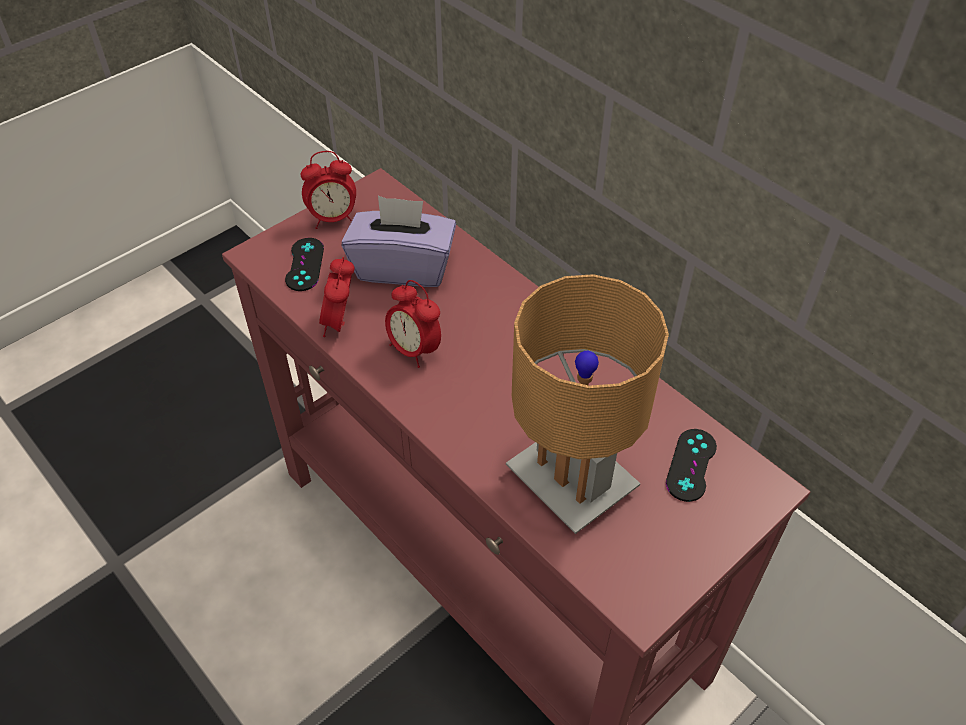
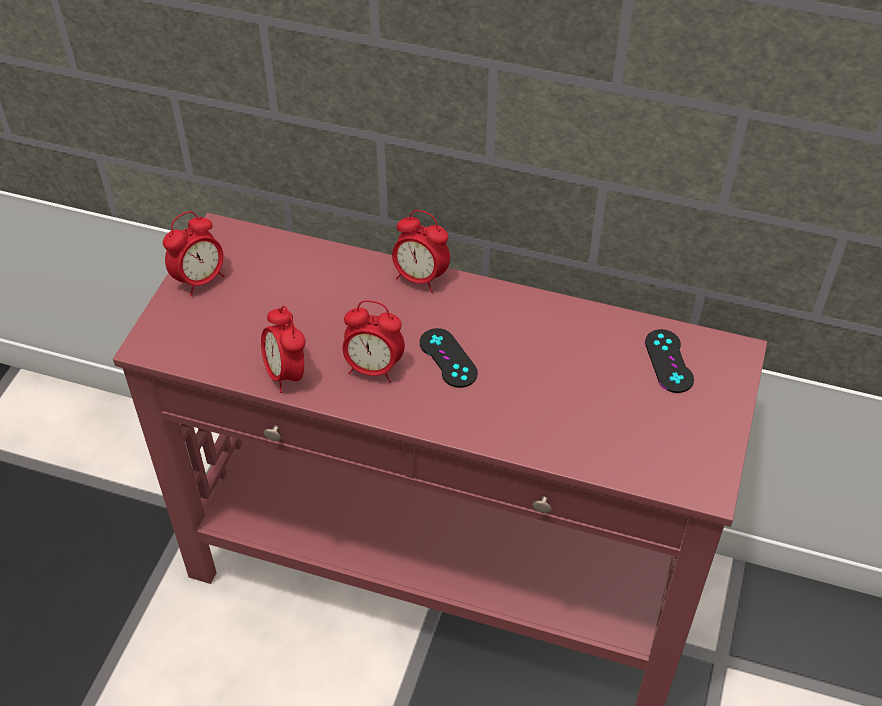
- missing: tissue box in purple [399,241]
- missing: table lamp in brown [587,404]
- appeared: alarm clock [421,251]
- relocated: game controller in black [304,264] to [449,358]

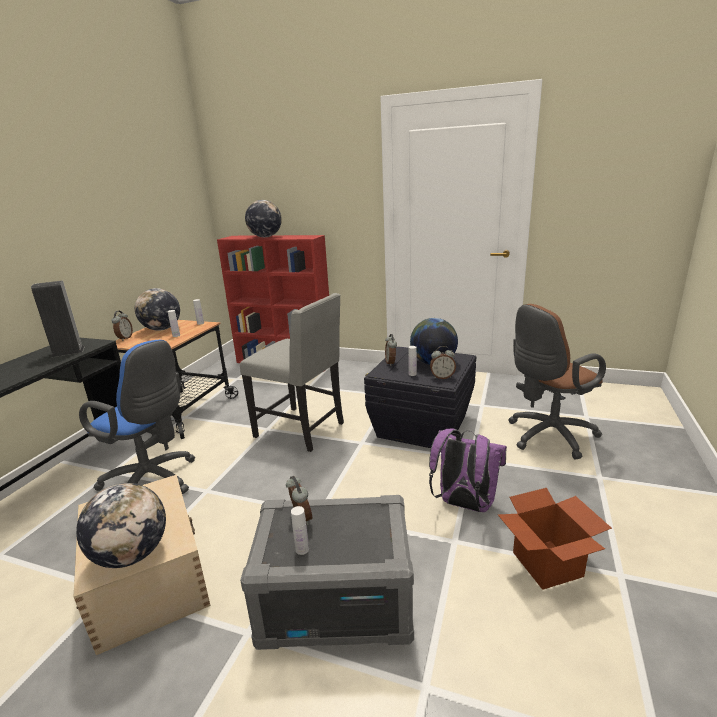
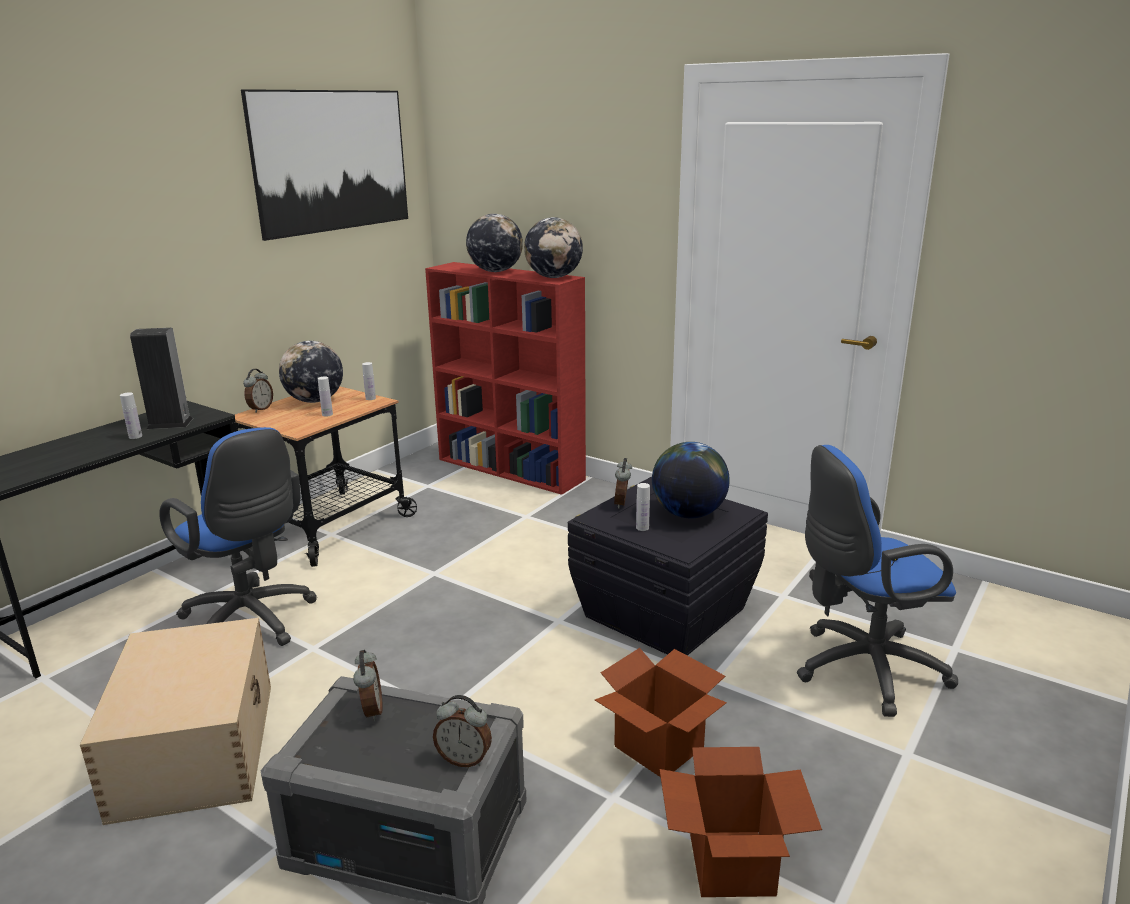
- missing: chair in grey [292,372]
- appeared: picture [324,165]
- relocated: globe [121,525] to [553,247]
- relocated: bottle in white [300,530] to [131,415]
- relocated: alarm clock [443,362] to [462,731]
- exchanged: backpack in purple [468,470] to cardboard box [661,712]
- colour: office chair in brown [557,381] to office chair in blue [877,581]

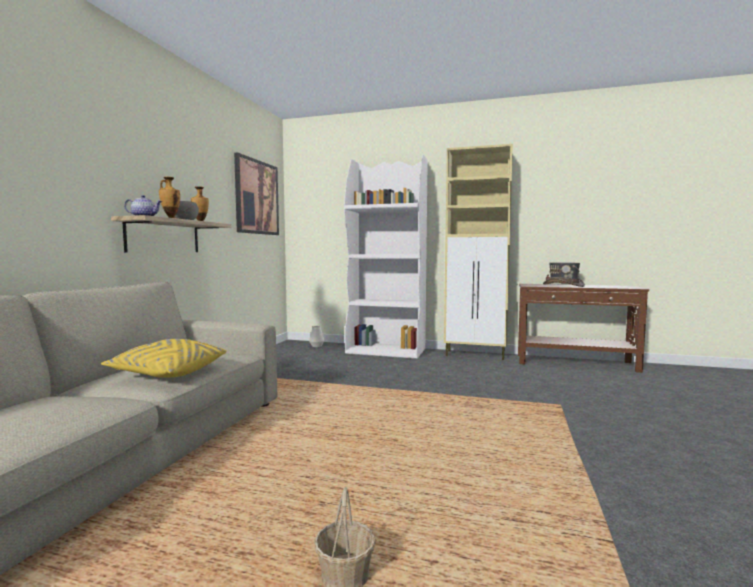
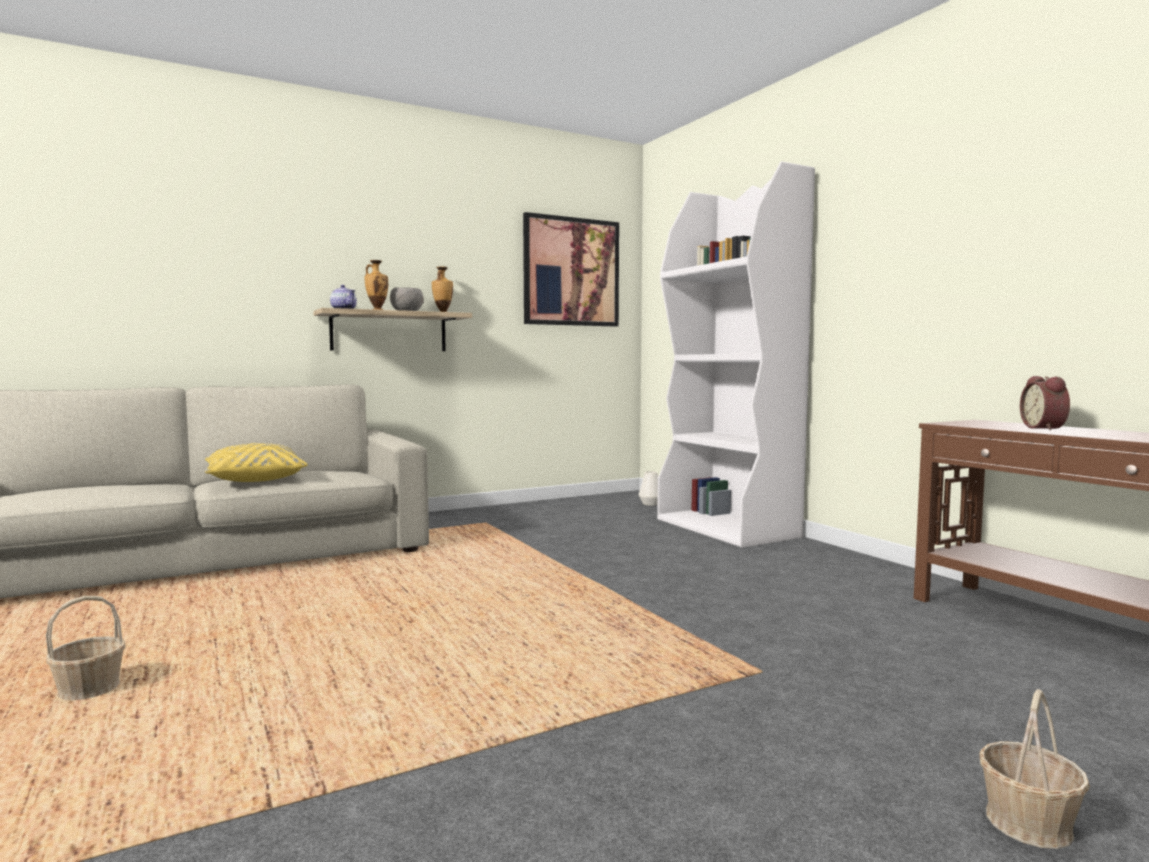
- missing: cabinet in beige [478,252]
- appeared: basket [1034,769]
- exchanged: hat in grey [564,274] to alarm clock [1045,403]

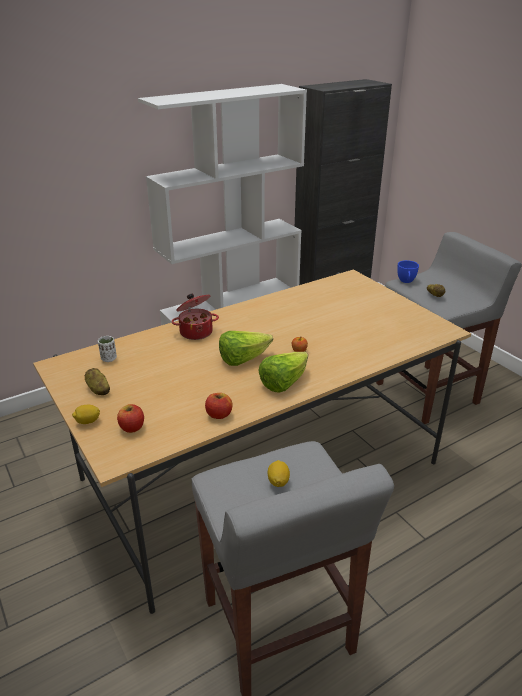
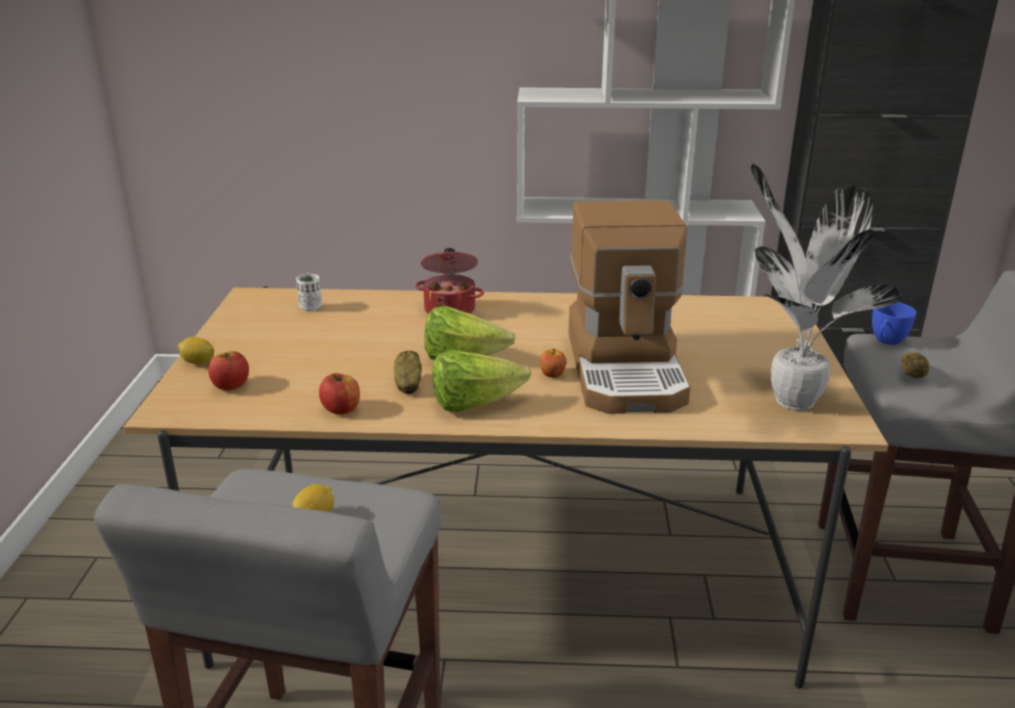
- appeared: coffee machine [629,307]
- appeared: potted plant [825,287]
- relocated: potato [97,381] to [408,372]

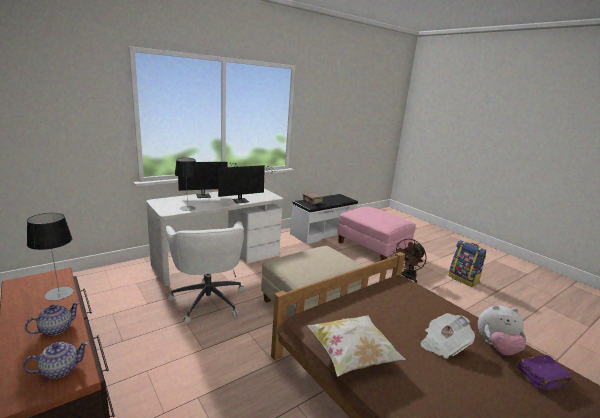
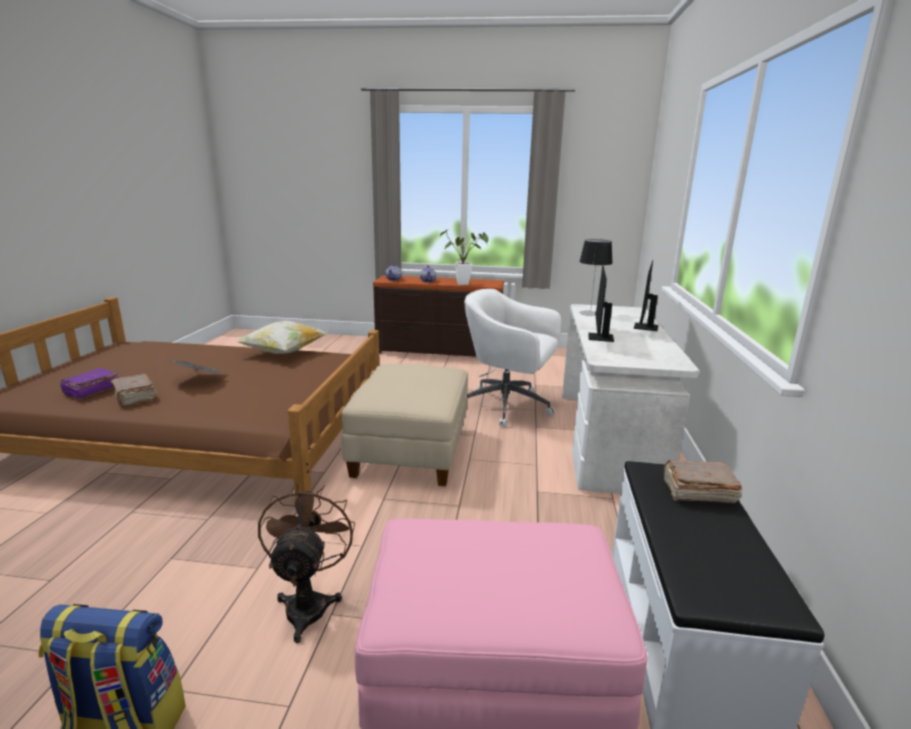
- exchanged: table lamp [50,257] to potted plant [464,257]
- exchanged: plush toy [502,330] to book in brown [133,390]

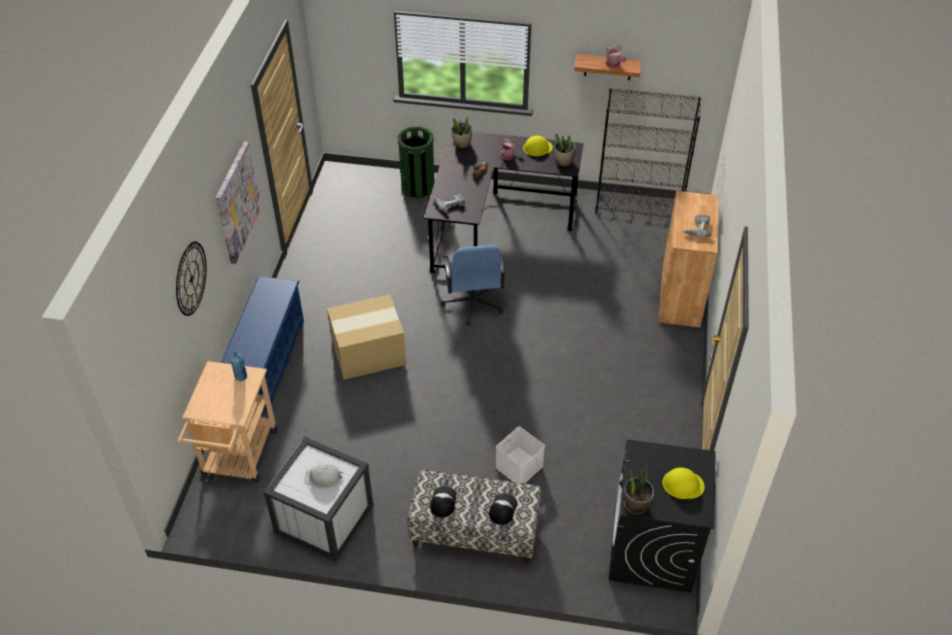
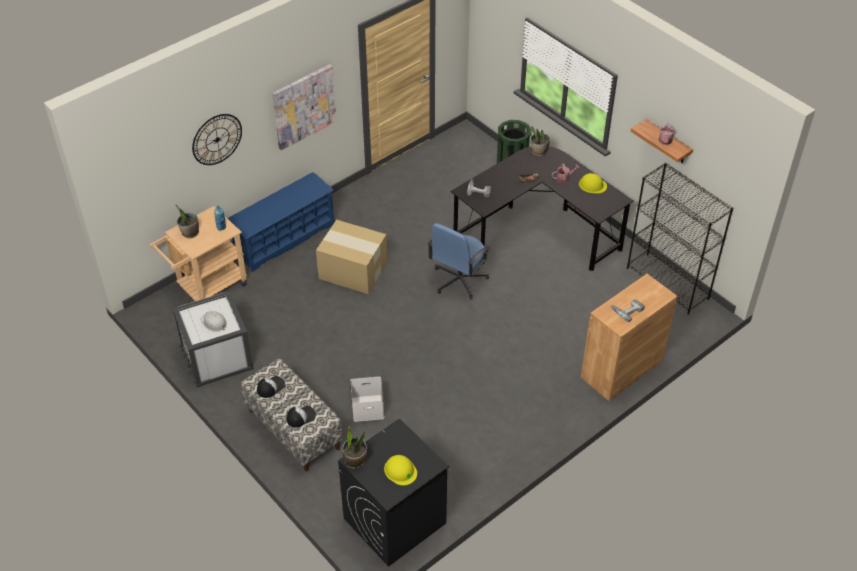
- relocated: potted plant [565,150] to [187,221]

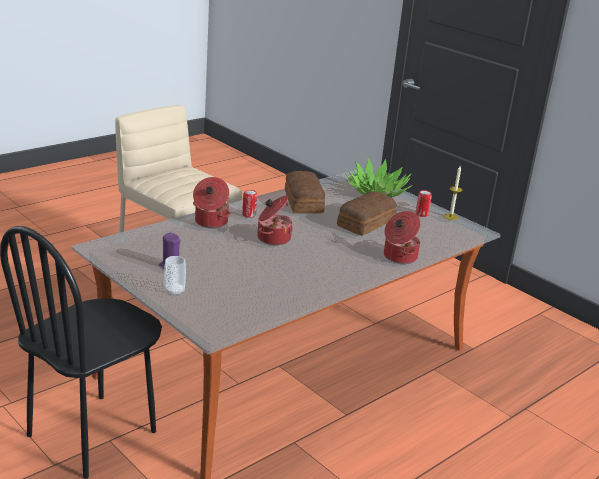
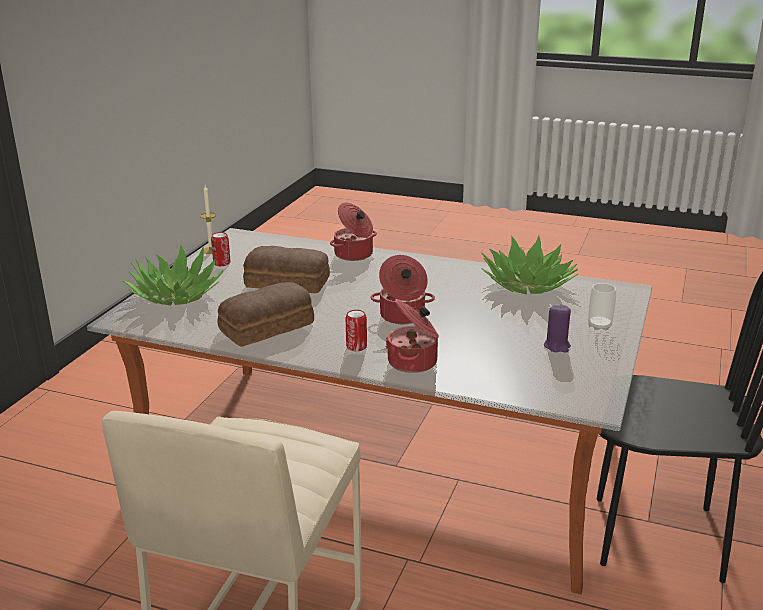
- appeared: potted plant [529,265]

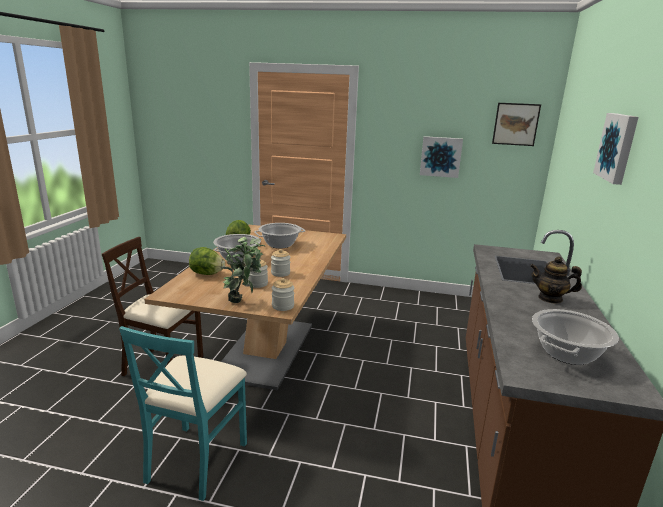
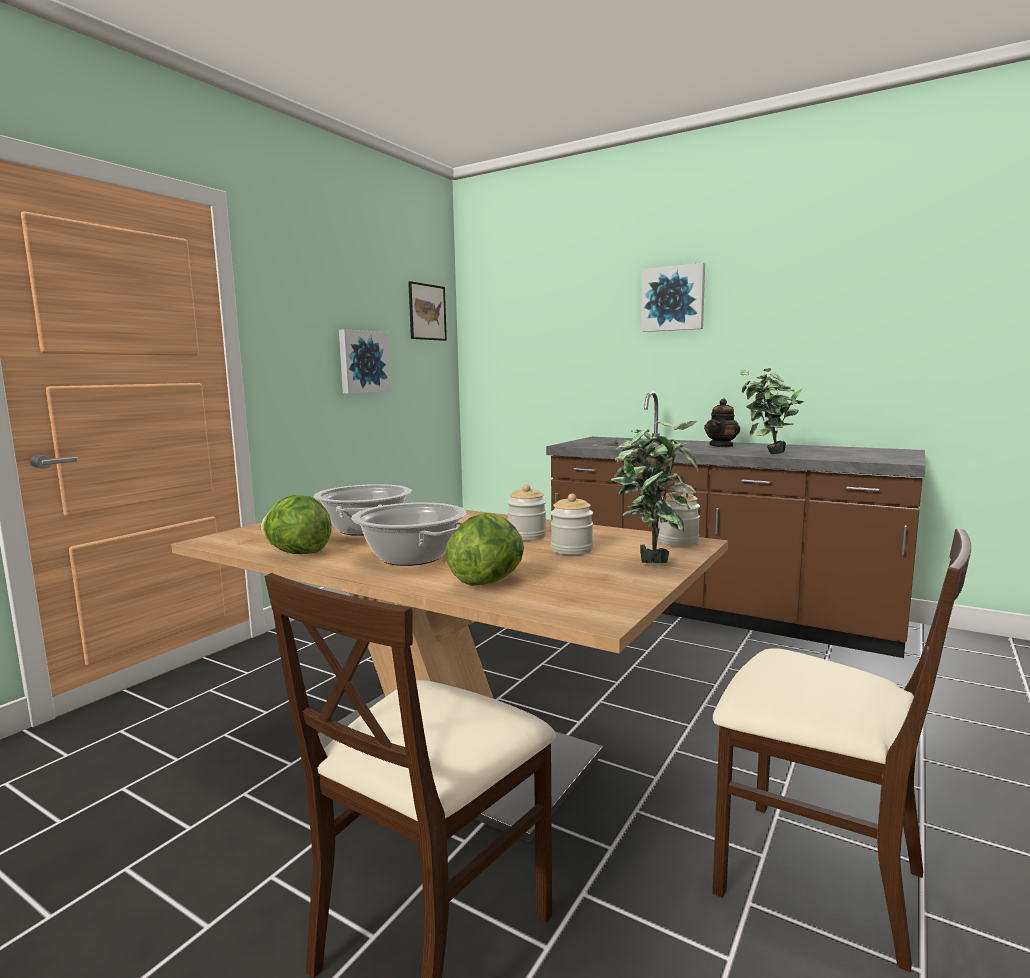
- missing: cooking pot [575,337]
- appeared: potted plant [772,411]
- colour: chair in turquoise [183,413] to chair in beige [841,750]

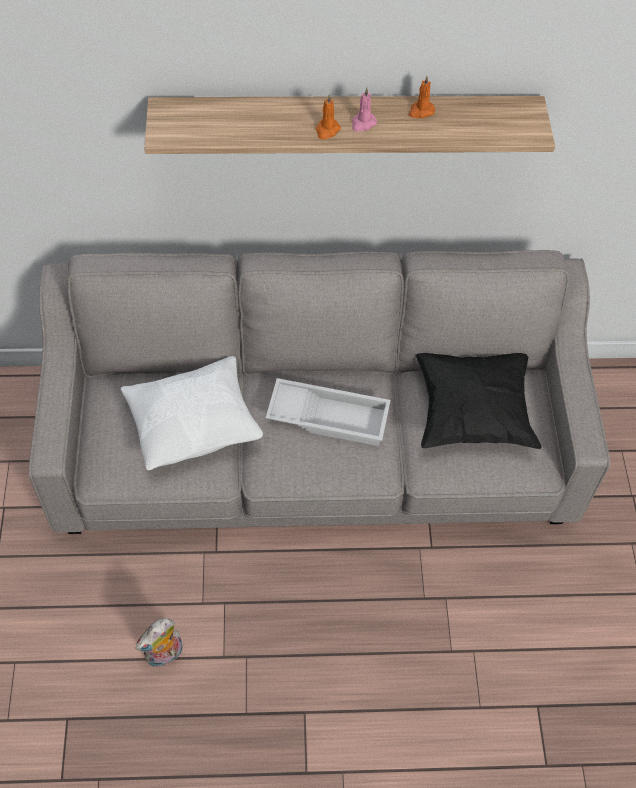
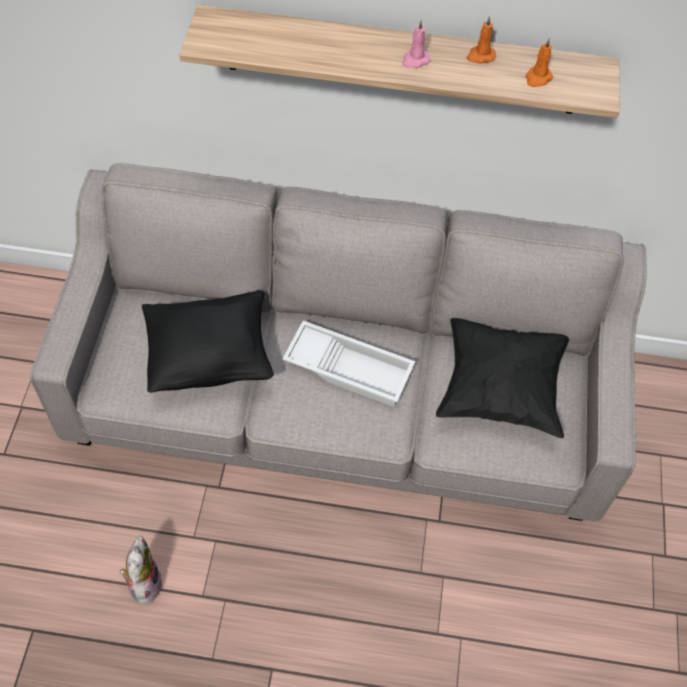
- relocated: candle in orange [328,117] to [539,62]
- colour: pillow in white [192,413] to pillow in black [208,341]
- spun: plush toy [159,642] = [141,571] 120 degrees clockwise

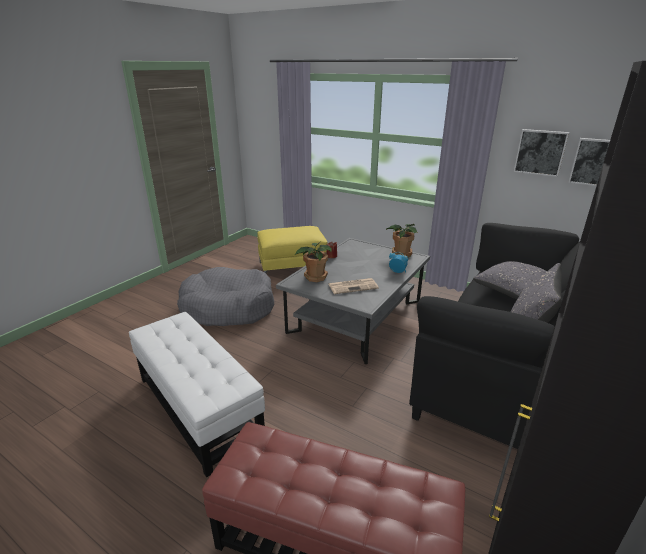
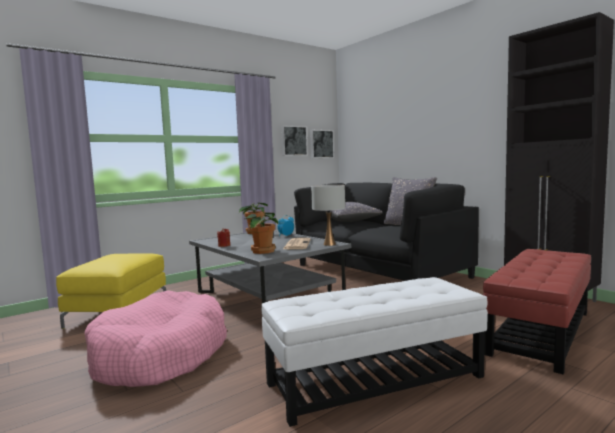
- appeared: table lamp in white [328,215]
- colour: dog bed in grey [225,296] to dog bed in pink [156,338]

